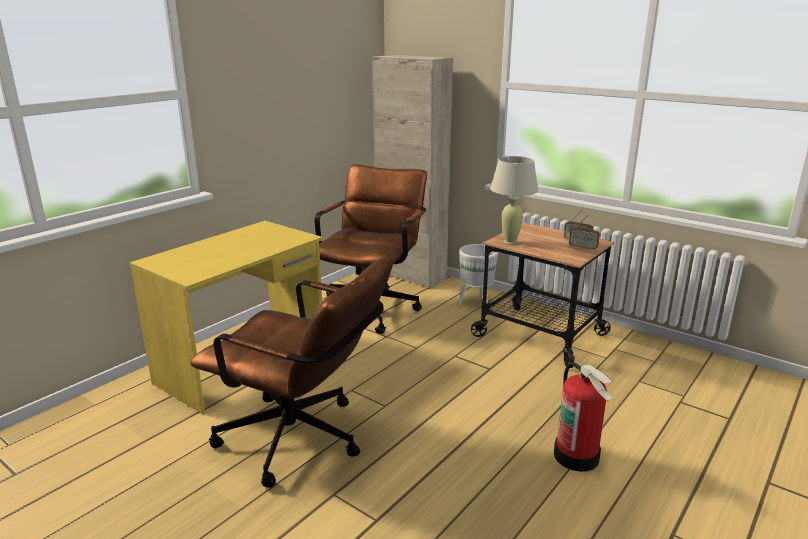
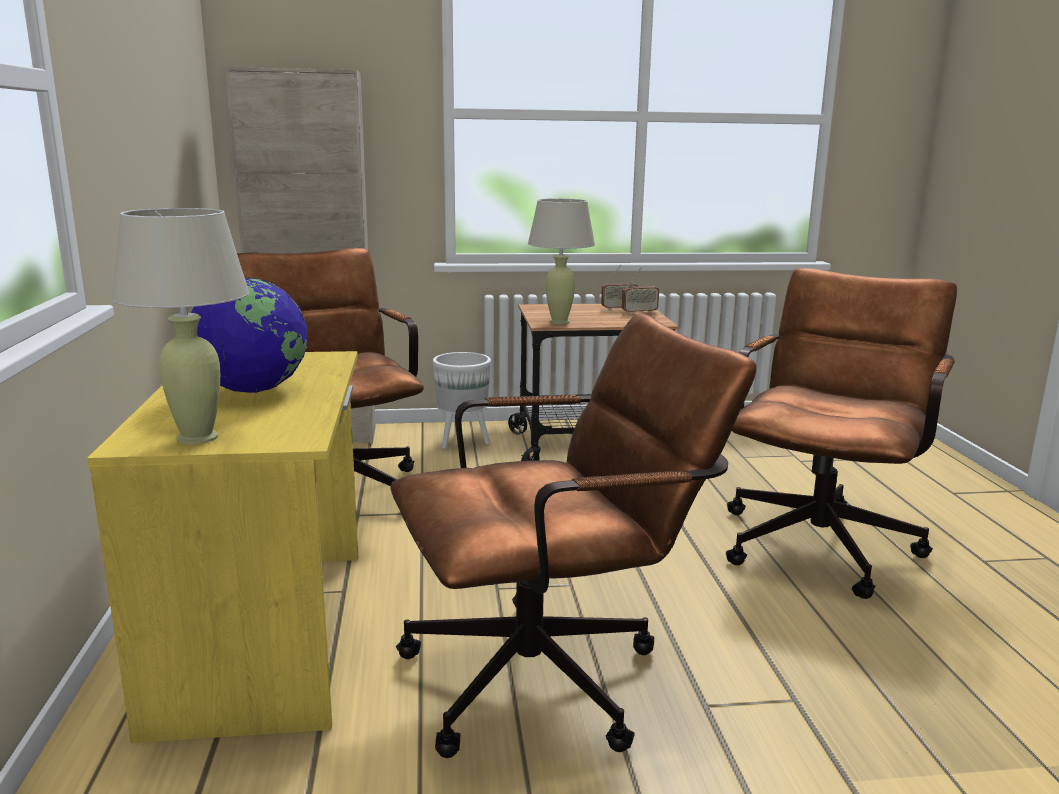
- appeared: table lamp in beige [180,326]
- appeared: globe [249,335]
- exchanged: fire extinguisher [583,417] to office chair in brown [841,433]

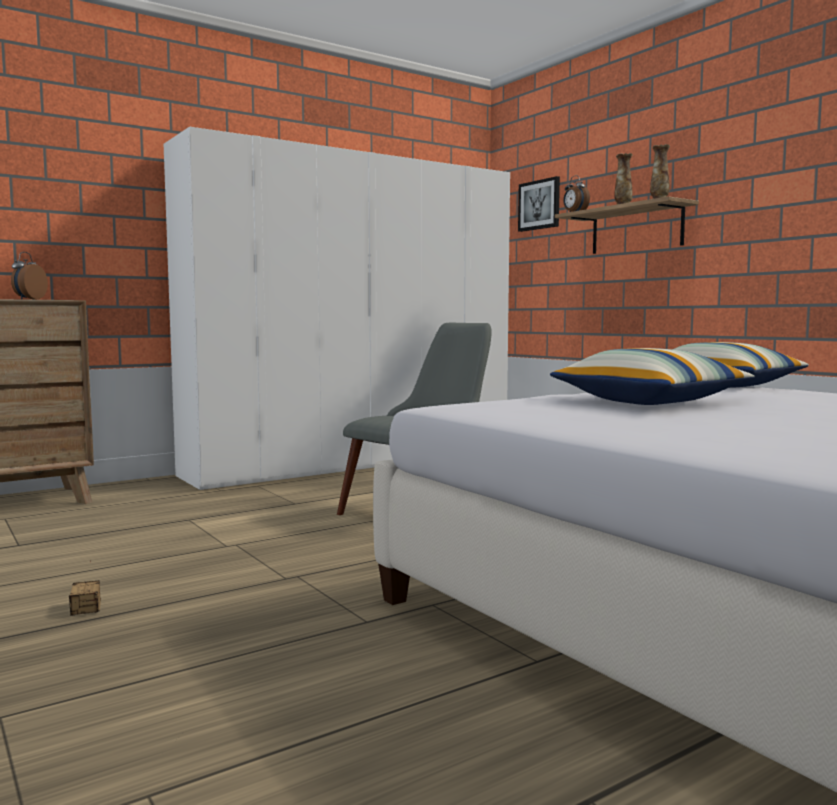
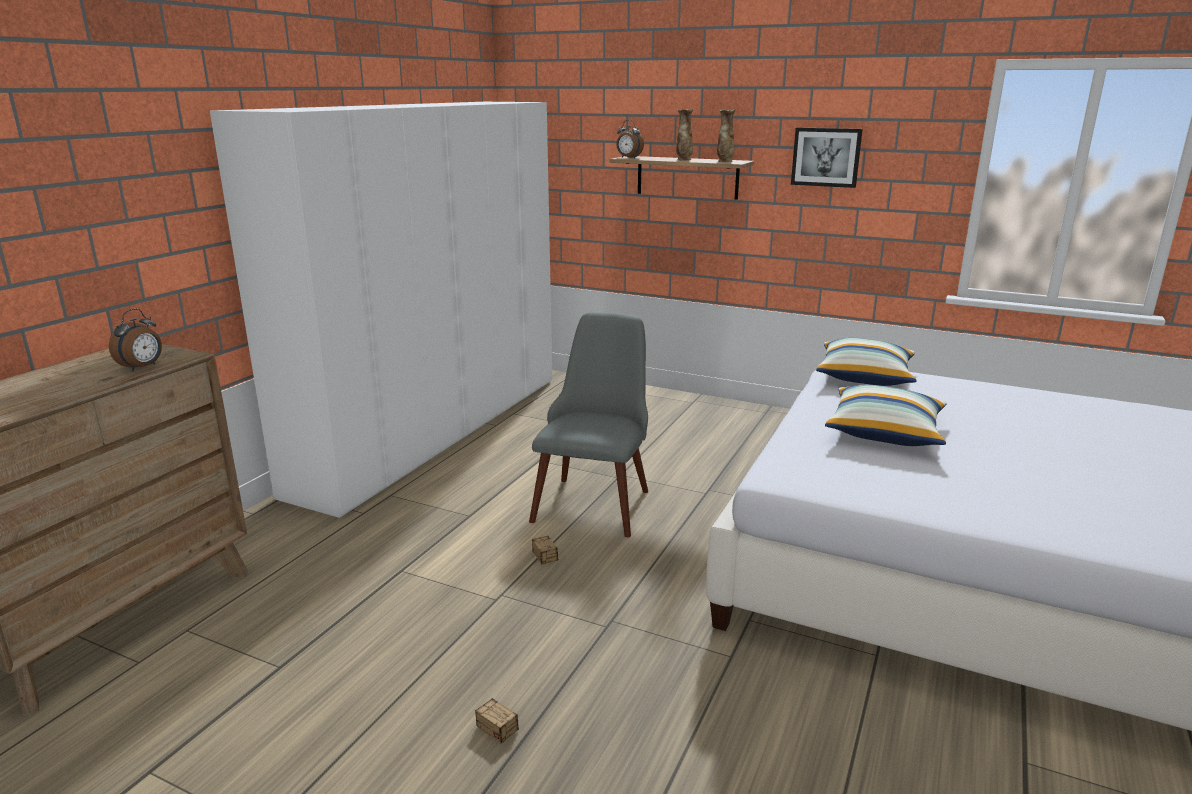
- appeared: storage box [551,550]
- relocated: picture [539,204] to [827,157]
- spun: alarm clock [29,276] = [135,340] 135 degrees counterclockwise

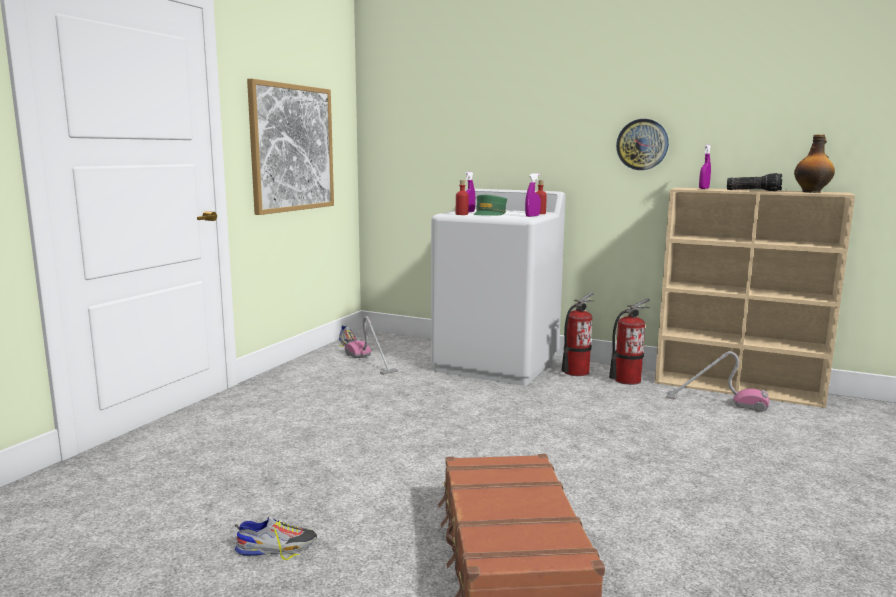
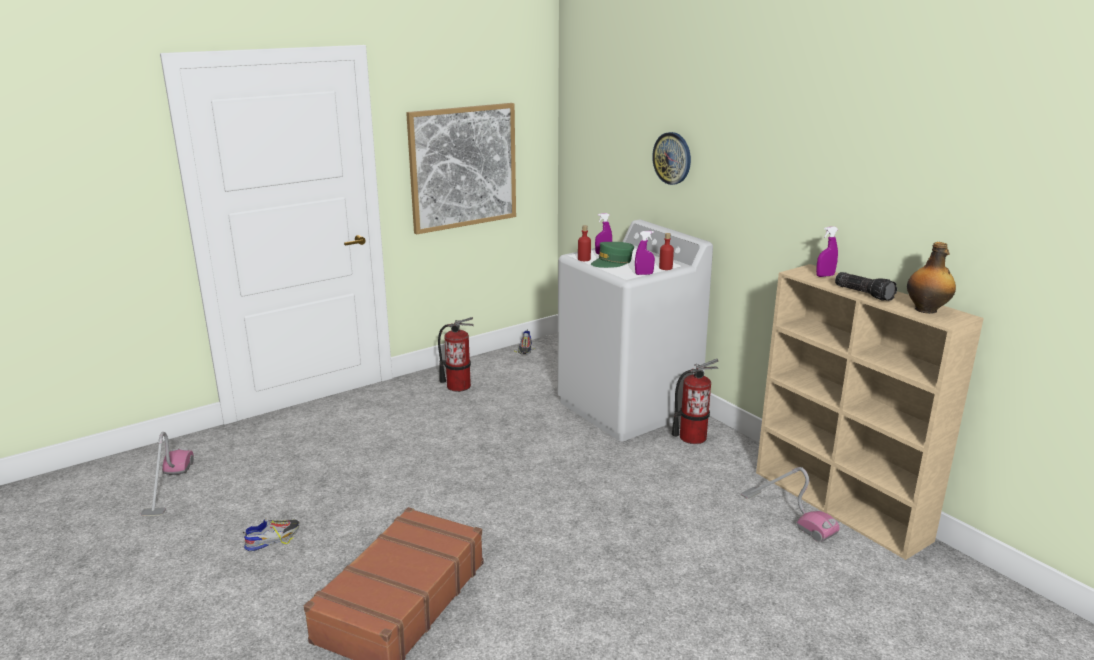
- relocated: vacuum cleaner [371,345] to [167,474]
- relocated: fire extinguisher [629,341] to [456,354]
- relocated: wall clock [642,144] to [671,158]
- spun: shoe [276,538] = [271,534] 60 degrees counterclockwise

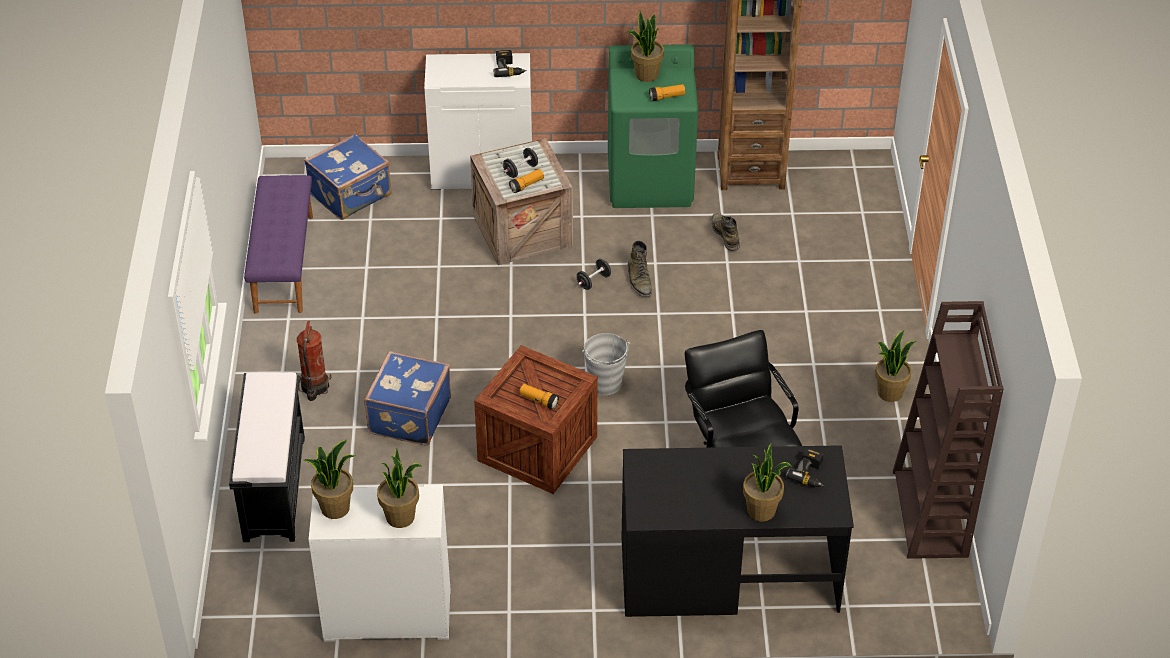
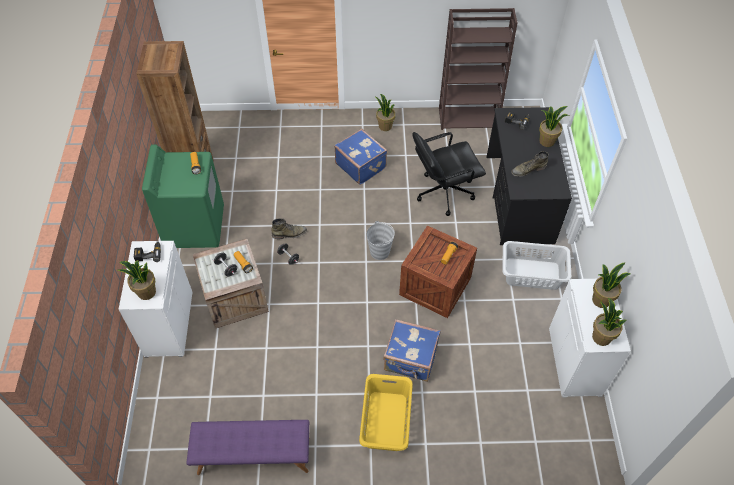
- missing: bench in black [267,457]
- appeared: laundry basket in grey [536,265]
- relocated: suitcase in blue [347,177] to [361,157]
- relocated: potted plant [645,46] to [137,280]
- relocated: boot in green [725,232] to [530,164]
- exchanged: fire extinguisher [314,360] to laundry basket in yellow [386,412]

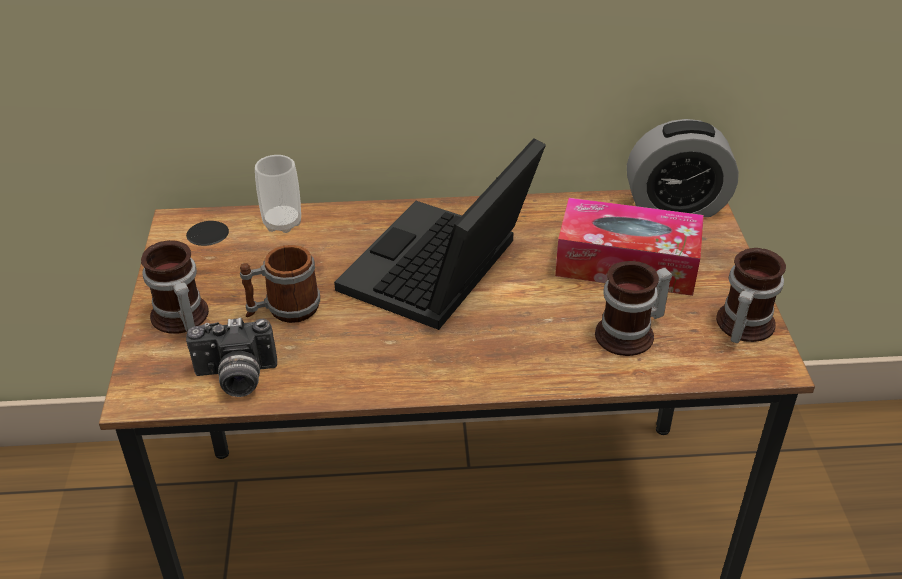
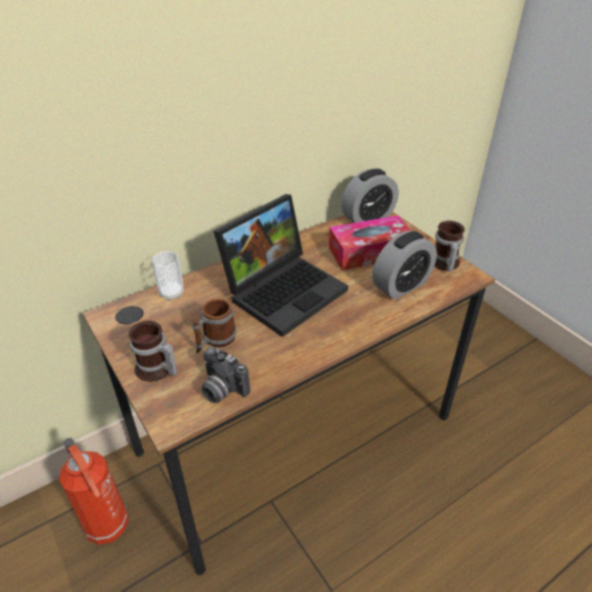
- appeared: fire extinguisher [94,491]
- exchanged: mug [633,308] to alarm clock [404,265]
- spun: photo camera [231,357] = [225,375] 75 degrees clockwise
- spun: laptop [440,234] = [281,265] 135 degrees counterclockwise

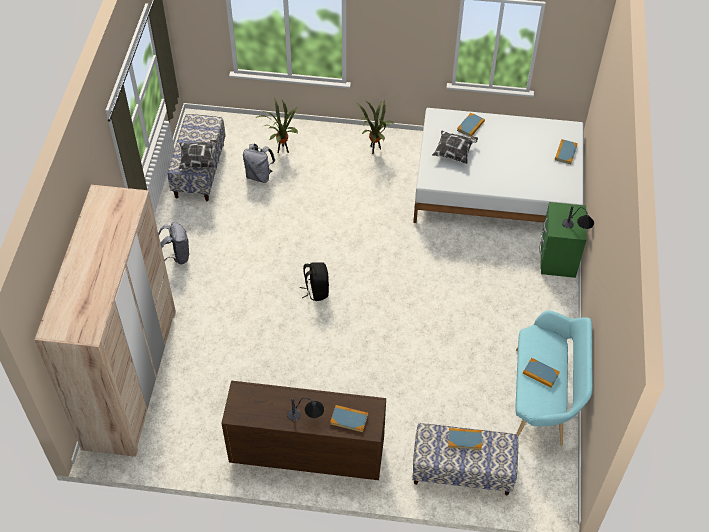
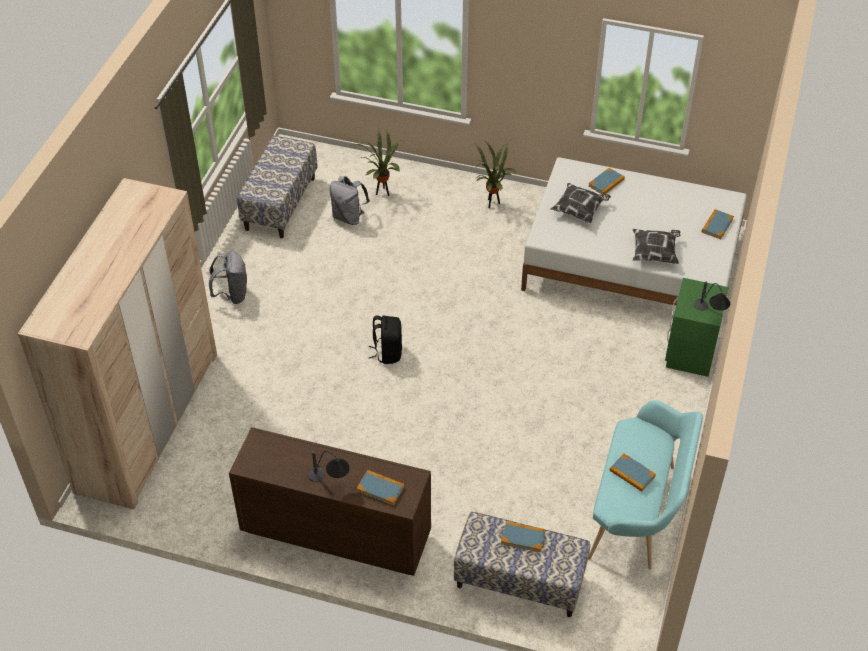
- relocated: pillow [197,154] to [656,246]

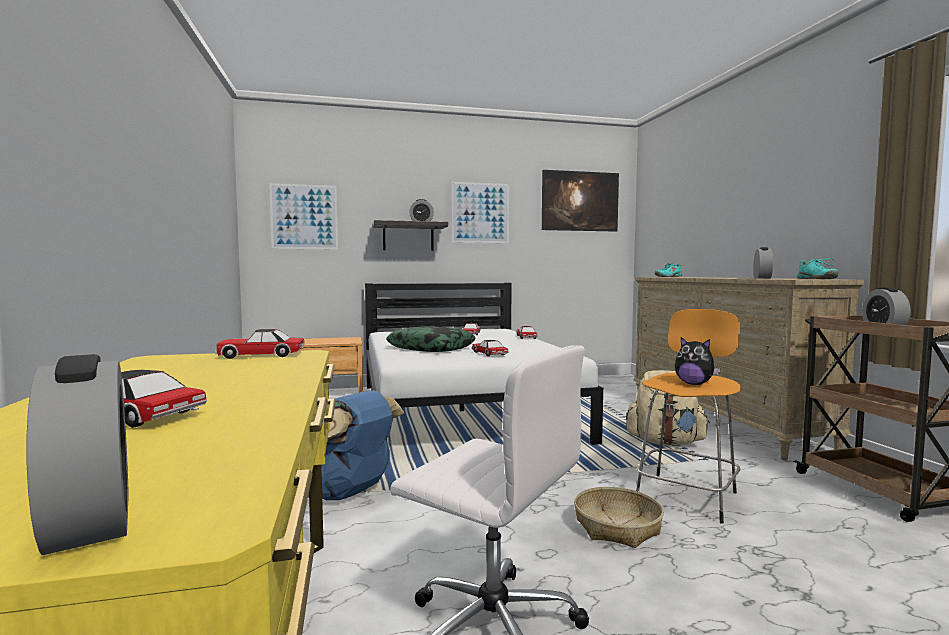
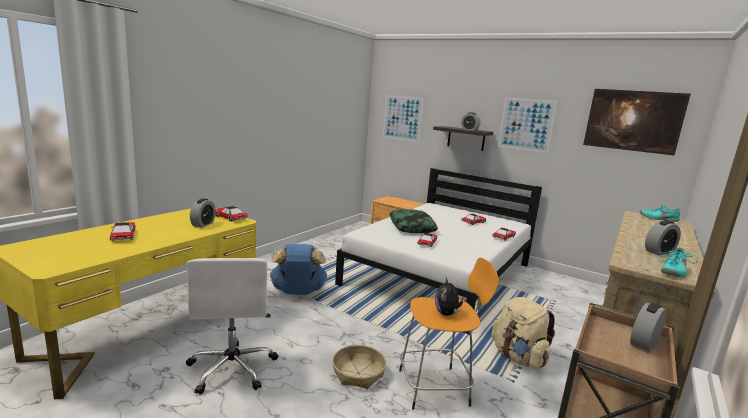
- relocated: alarm clock [78,454] to [203,213]

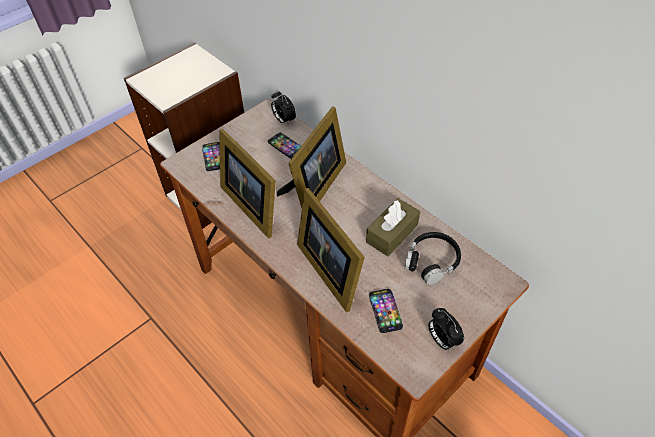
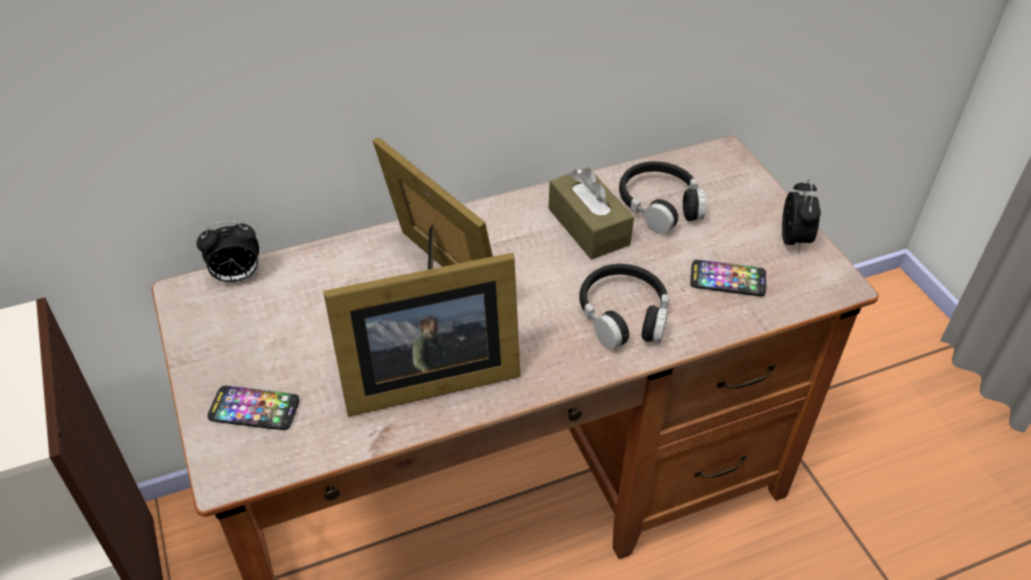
- missing: phone [284,145]
- exchanged: picture frame [331,250] to headphones in black [623,306]
- spun: alarm clock [446,329] = [801,215] 75 degrees counterclockwise

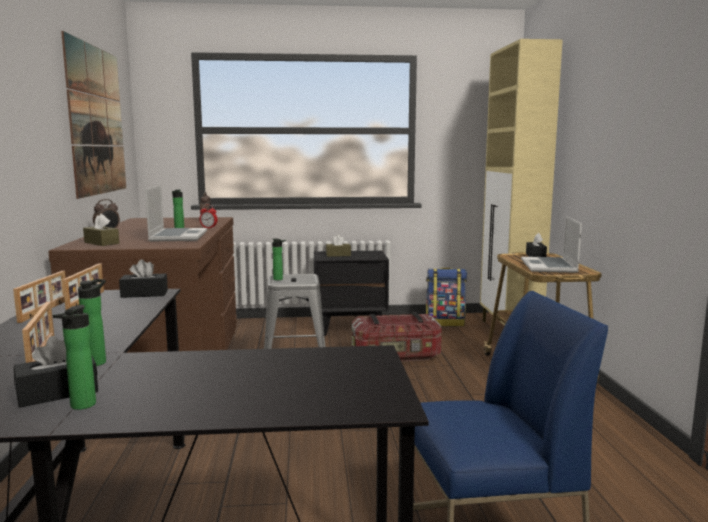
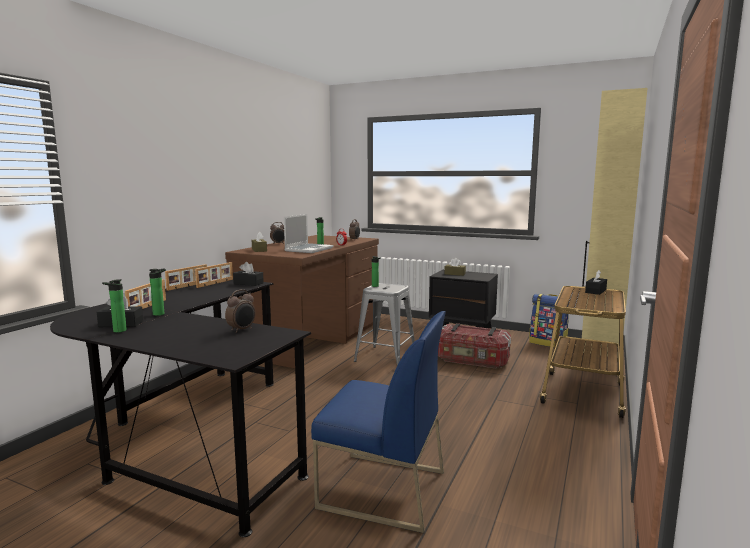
- missing: picture [93,115]
- missing: laptop [551,244]
- appeared: alarm clock [240,311]

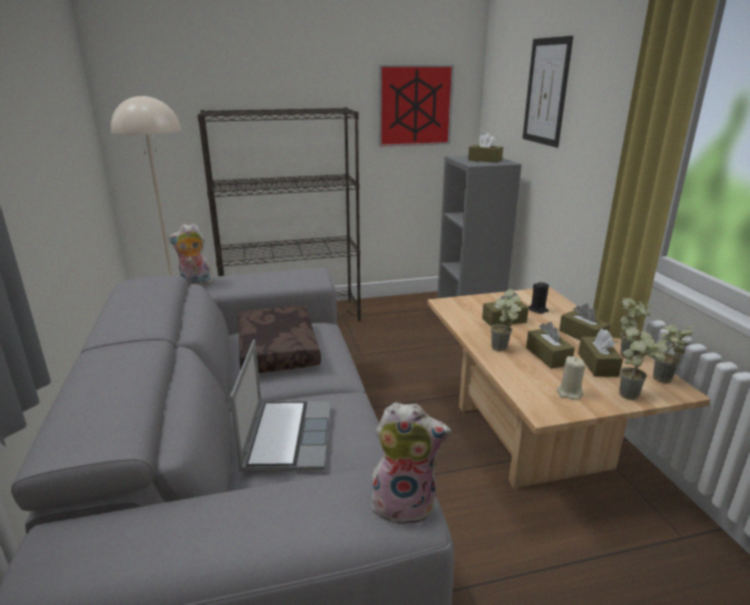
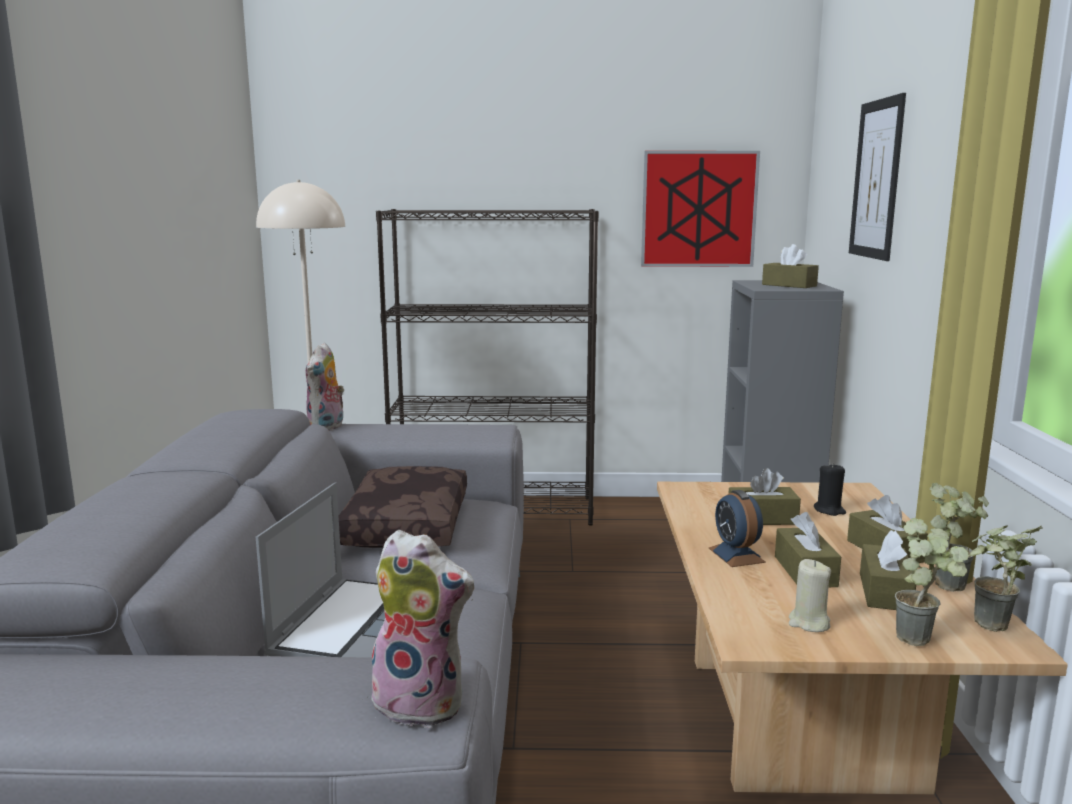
- exchanged: potted plant [506,320] to alarm clock [737,528]
- spun: plush toy [191,255] = [325,387] 90 degrees counterclockwise

